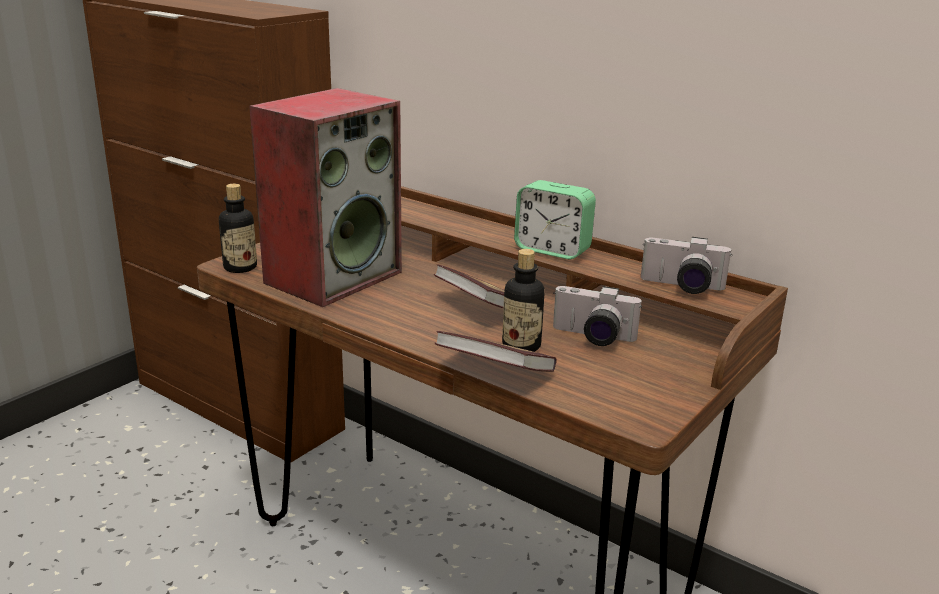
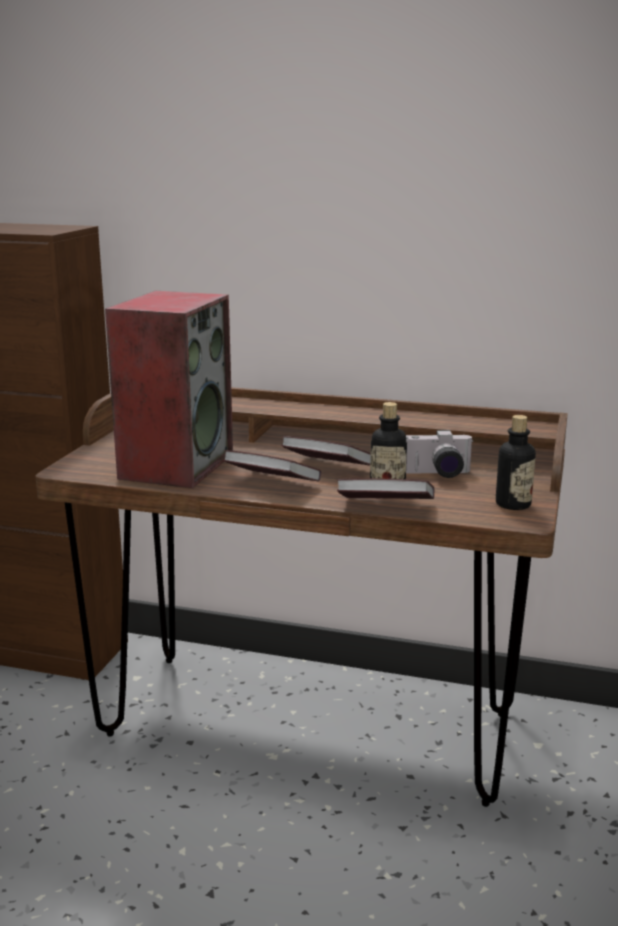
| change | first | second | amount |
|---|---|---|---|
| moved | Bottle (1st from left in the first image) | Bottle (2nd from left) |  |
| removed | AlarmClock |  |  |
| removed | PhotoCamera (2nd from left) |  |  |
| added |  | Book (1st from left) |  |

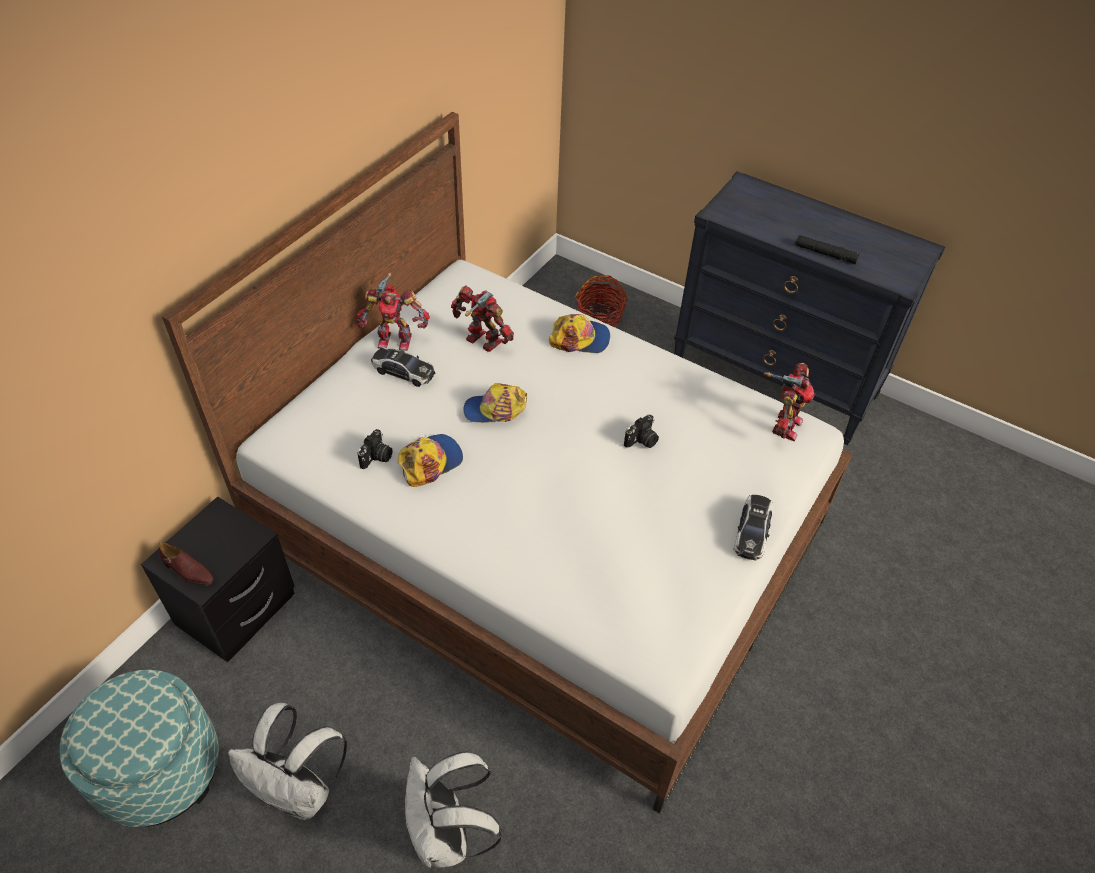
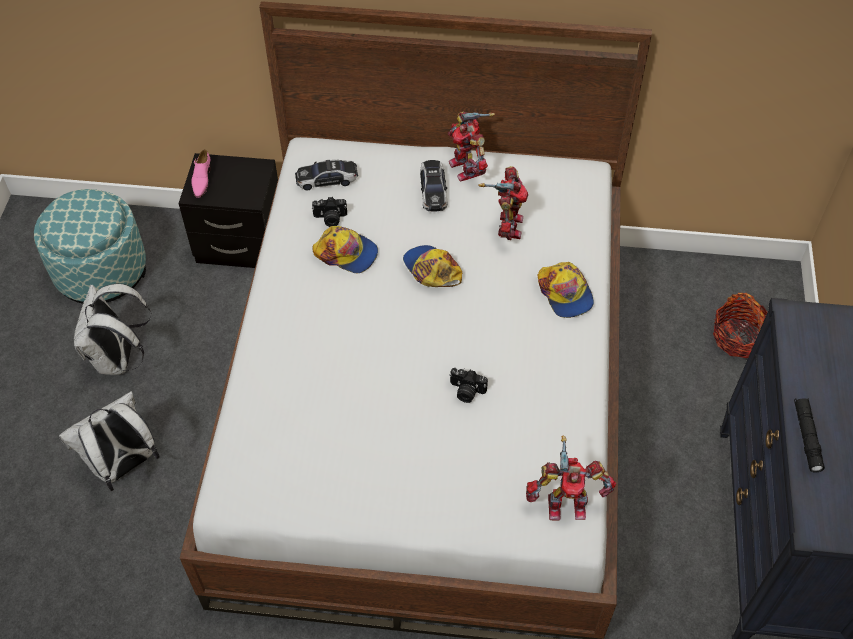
| change | first | second | amount |
|---|---|---|---|
| recoloured | BrownShoe | PinkShoe |  |
| moved | ToyCar (2nd from left in the first image) | ToyCar (1st from left) |  |

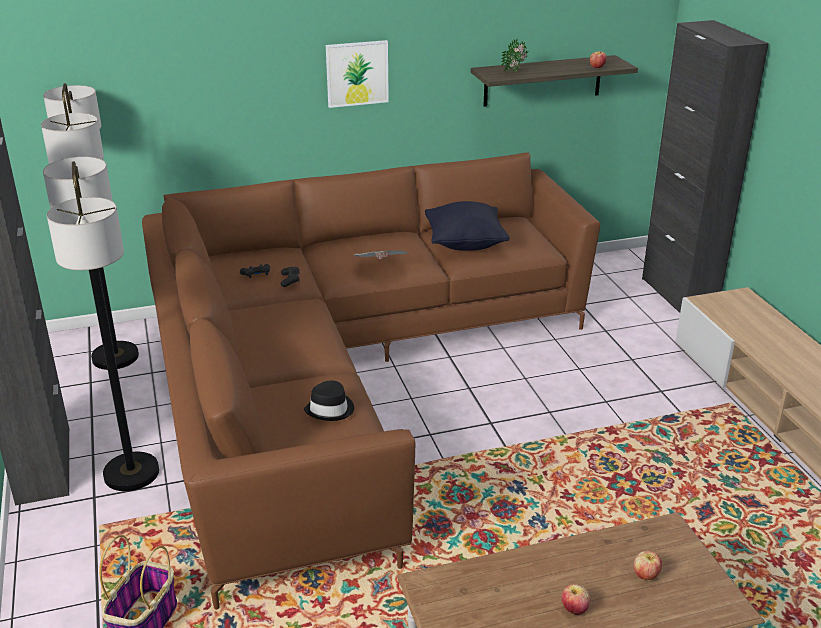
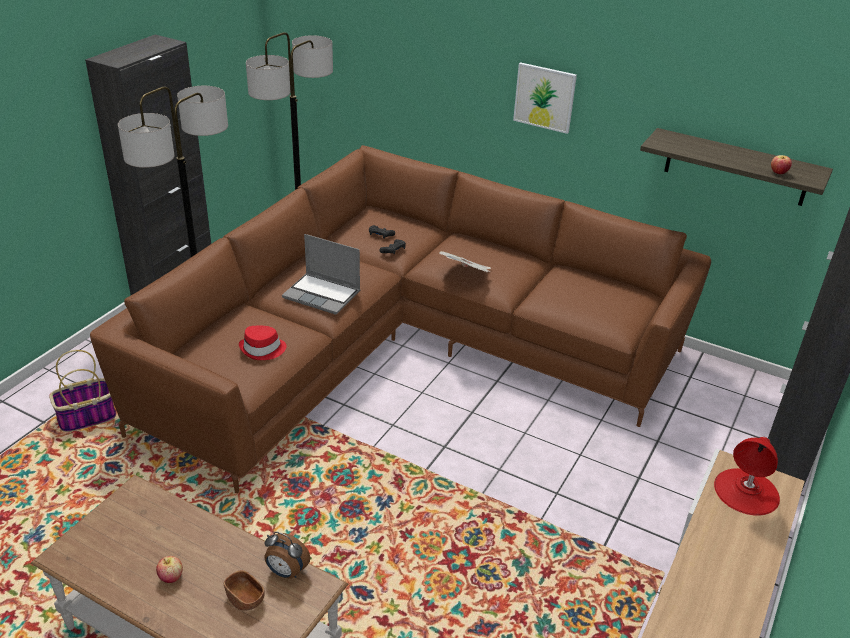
| change | first | second | amount |
|---|---|---|---|
| recoloured | BlackHat | RedHat |  |
| removed | BlackPillow |  |  |
| removed | PottedPlant |  |  |
| replaced | Apple (3rd from left) | BrownBowl |  |
| added |  | AlarmClock |  |
| added |  | Laptop |  |
| added |  | RedTableLamp |  |

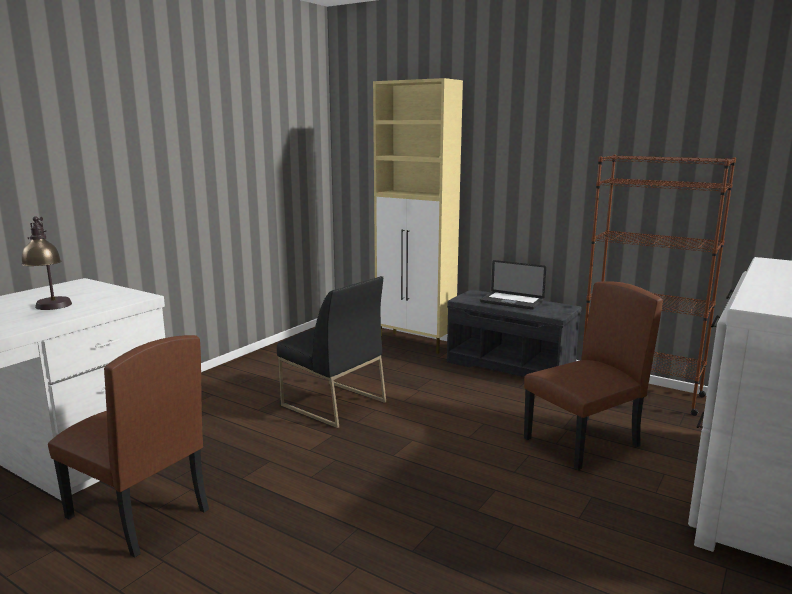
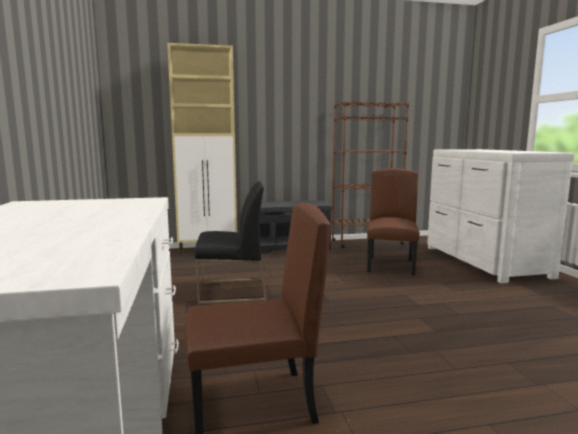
| change | first | second | amount |
|---|---|---|---|
| removed | TableLamp |  |  |
| removed | Laptop |  |  |

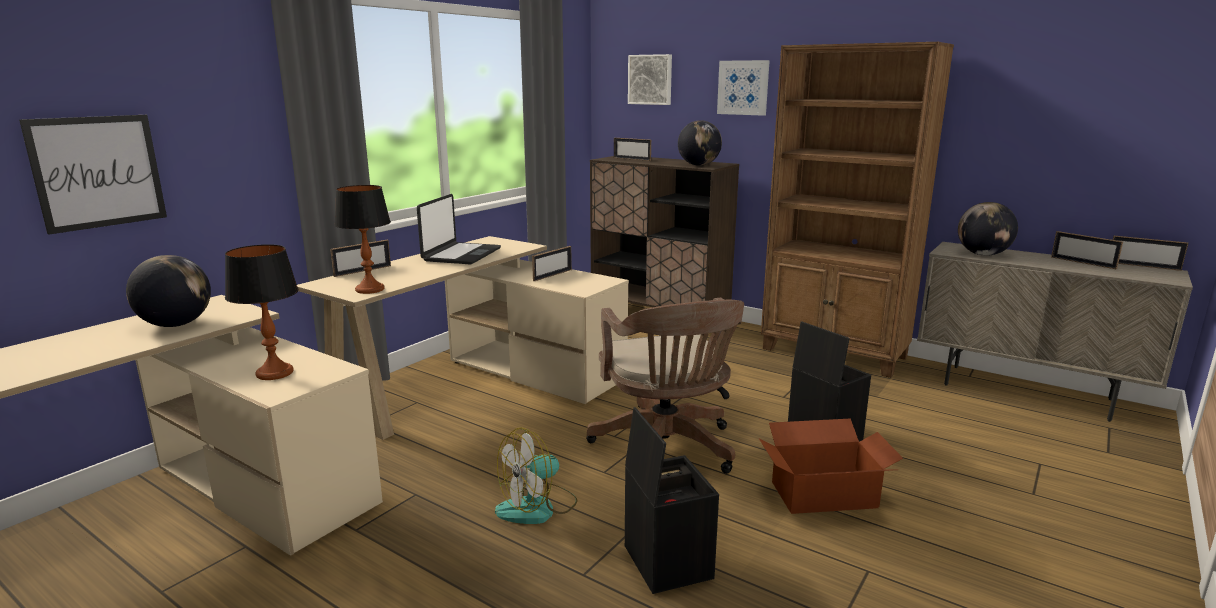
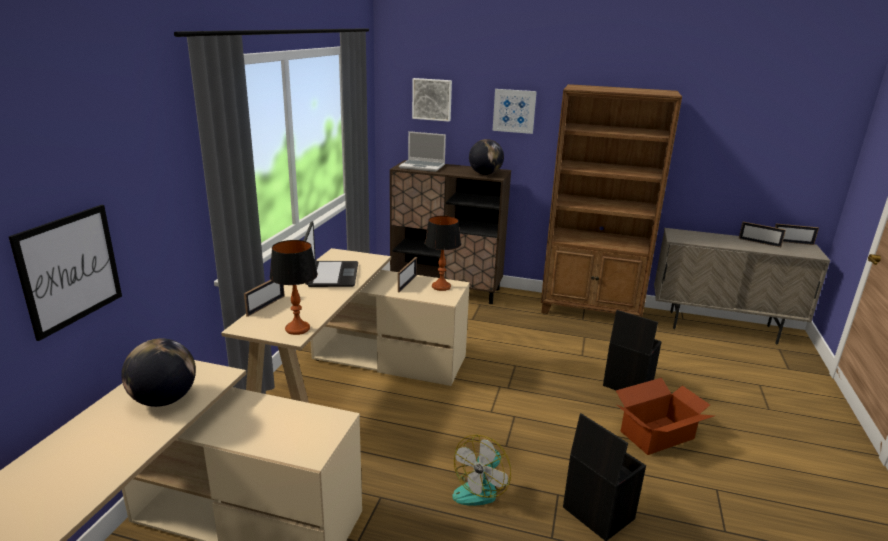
| change | first | second | amount |
|---|---|---|---|
| moved | TableLamp (1st from left in the first image) | TableLamp (2nd from left) |  |
| removed | BrownOfficeChair |  |  |
| replaced | PictureFrame (3rd from left) | Laptop (2nd from left) |  |
| removed | Globe (3rd from left) |  |  |

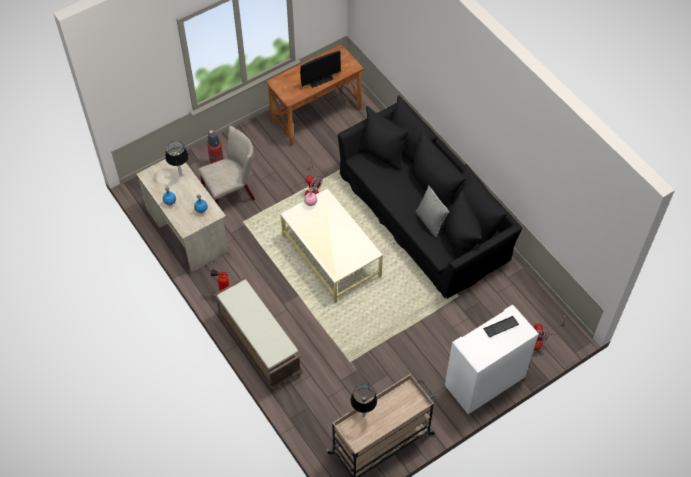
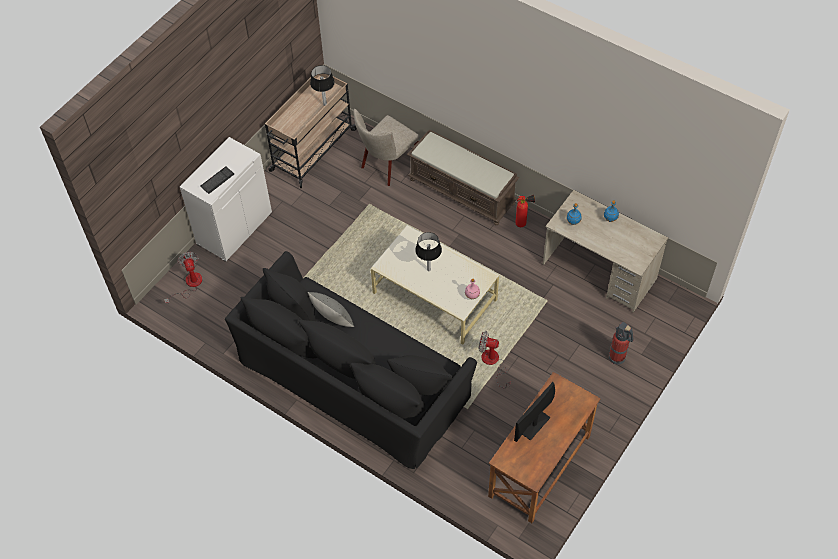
| change | first | second | amount |
|---|---|---|---|
| moved | TableLamp (1st from left in the first image) | TableLamp (2nd from left) |  |
| moved | BeigeChair |  |  |

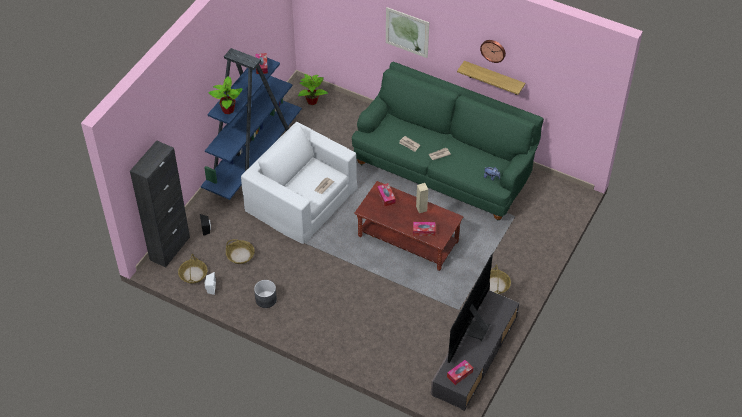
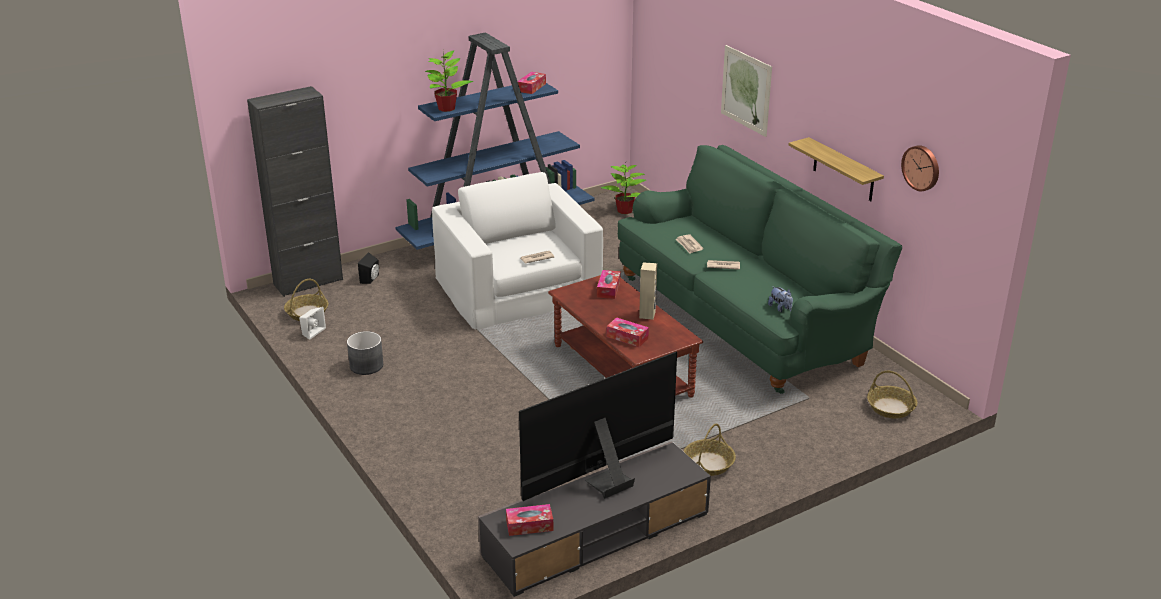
| change | first | second | amount |
|---|---|---|---|
| moved | Basket (2nd from left in the first image) | Basket (3rd from left) |  |
| moved | WallClock |  |  |

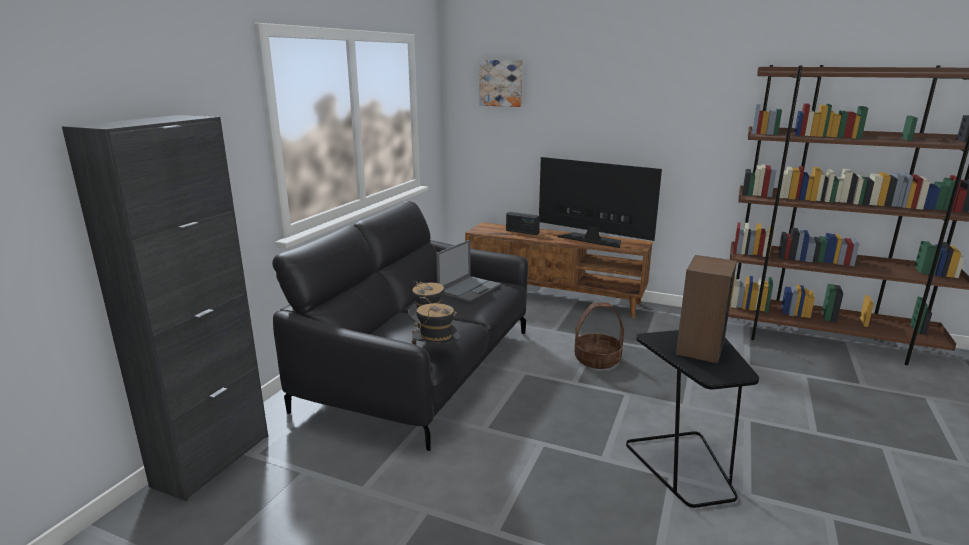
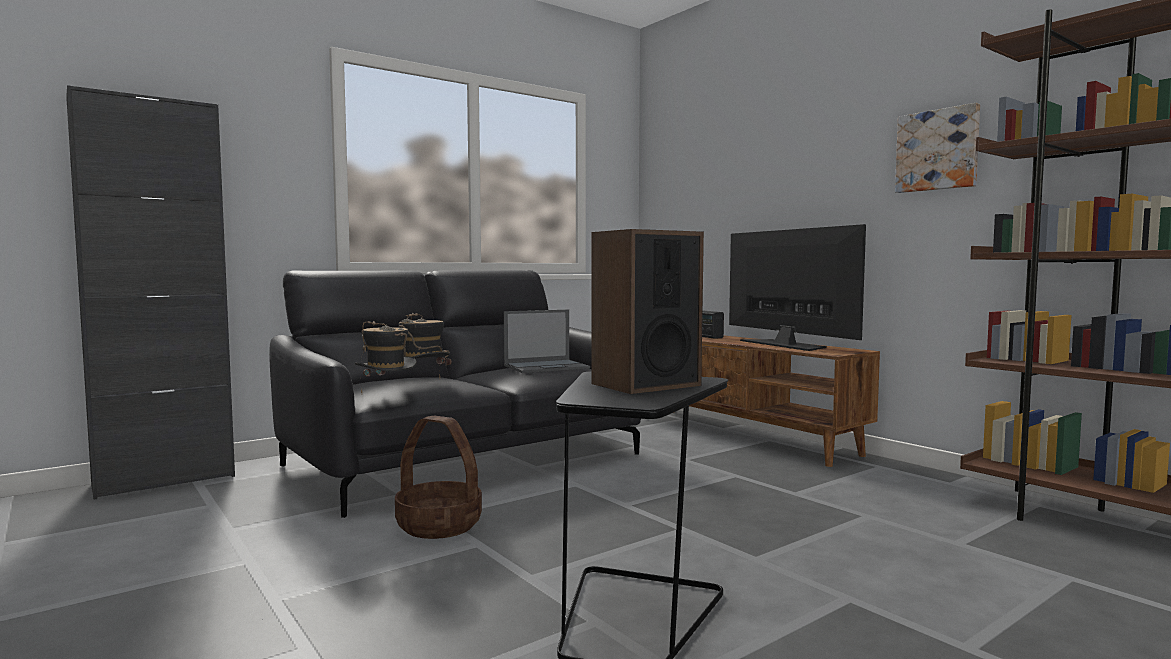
| change | first | second | amount |
|---|---|---|---|
| moved | Picture |  |  |
| moved | Basket |  |  |

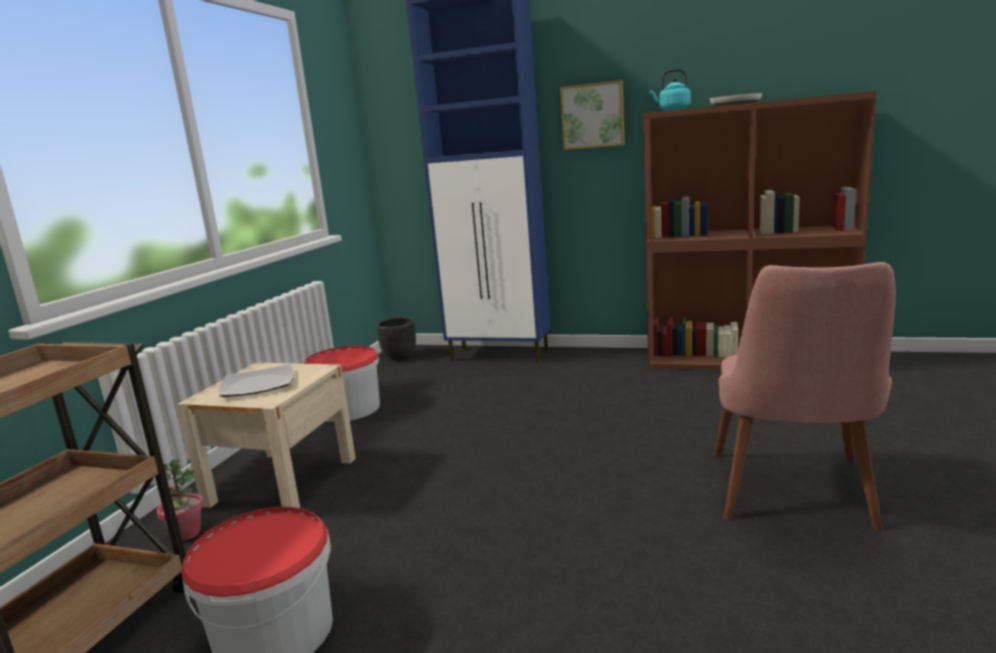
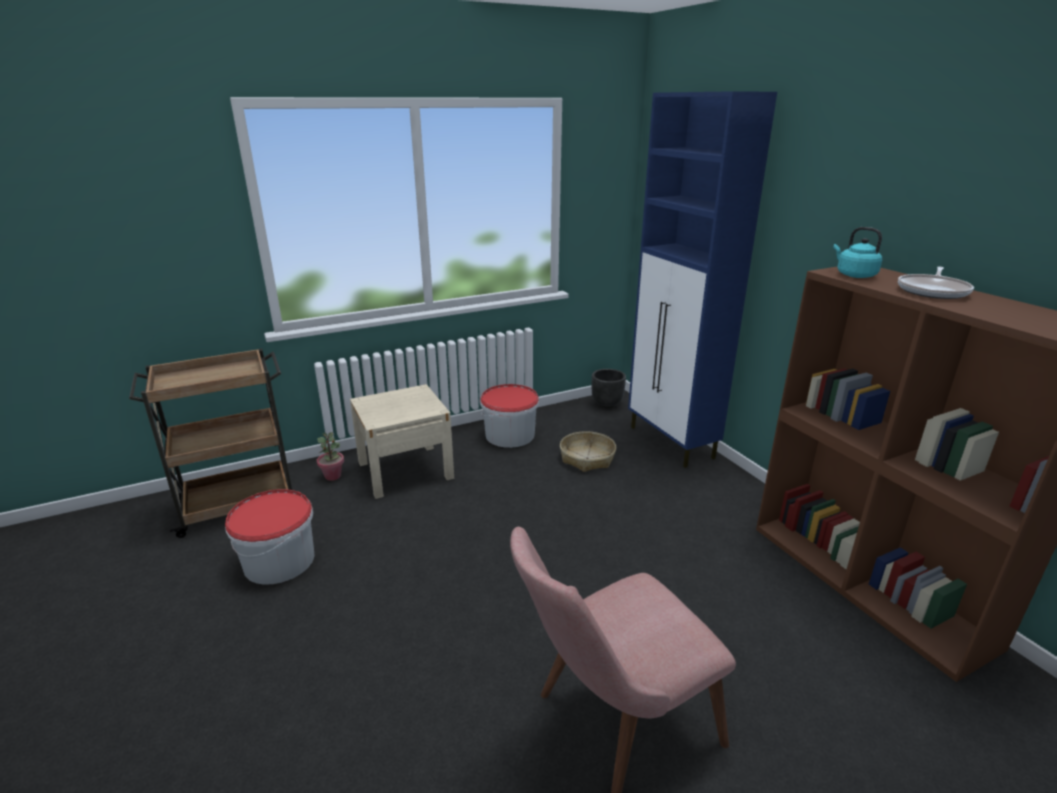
| change | first | second | amount |
|---|---|---|---|
| removed | Plate |  |  |
| removed | Picture |  |  |
| added |  | Basket |  |

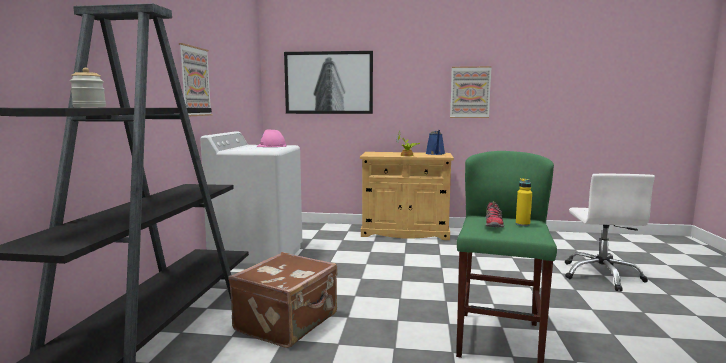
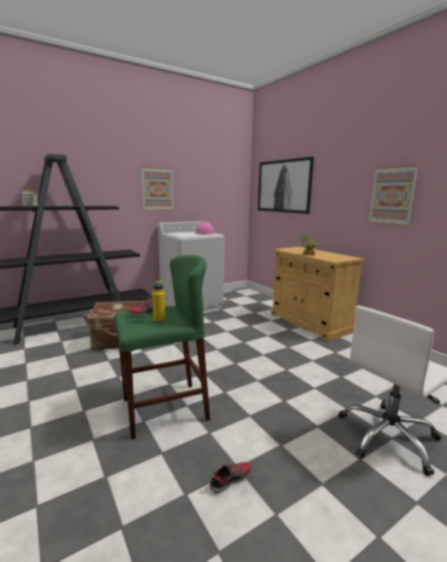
| change | first | second | amount |
|---|---|---|---|
| removed | BlueWateringCan |  |  |
| added |  | Shoe (2nd from left) |  |

